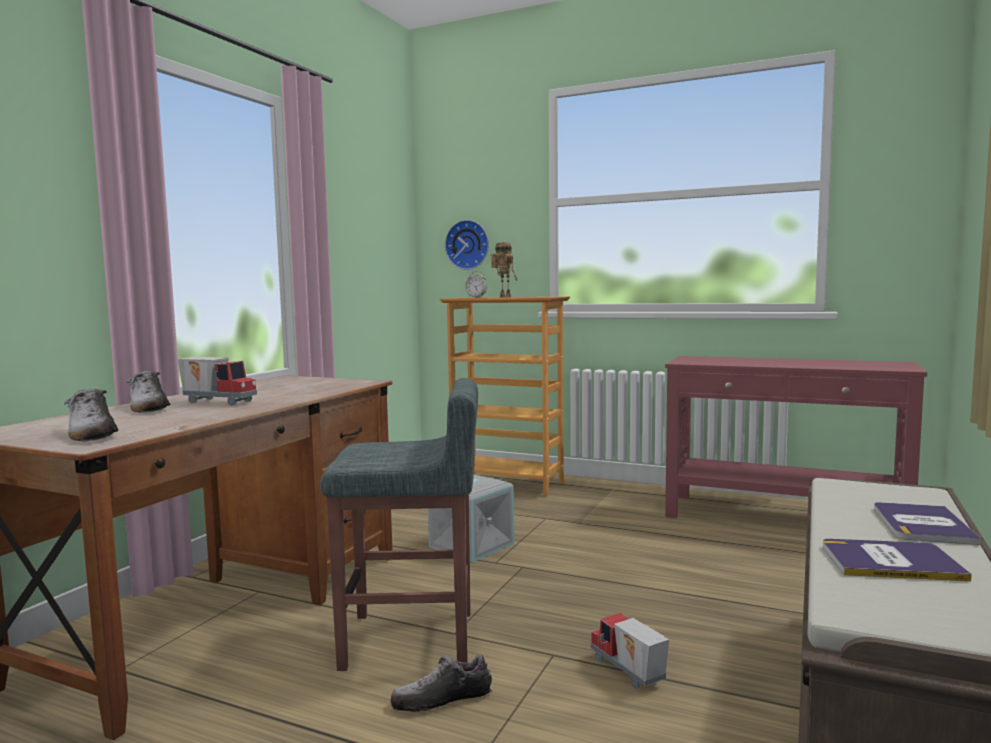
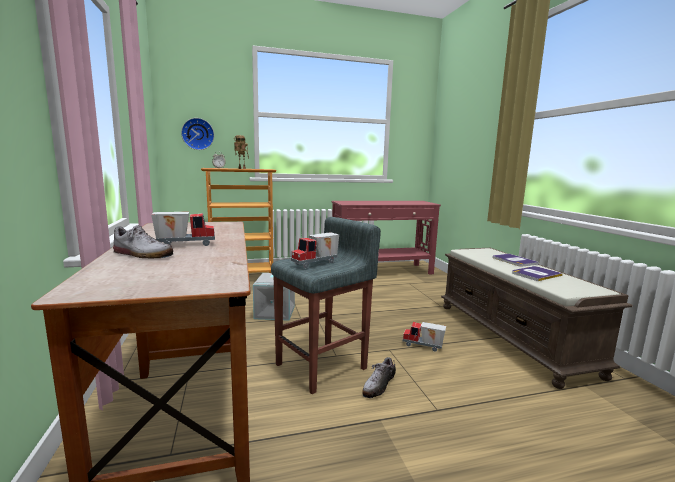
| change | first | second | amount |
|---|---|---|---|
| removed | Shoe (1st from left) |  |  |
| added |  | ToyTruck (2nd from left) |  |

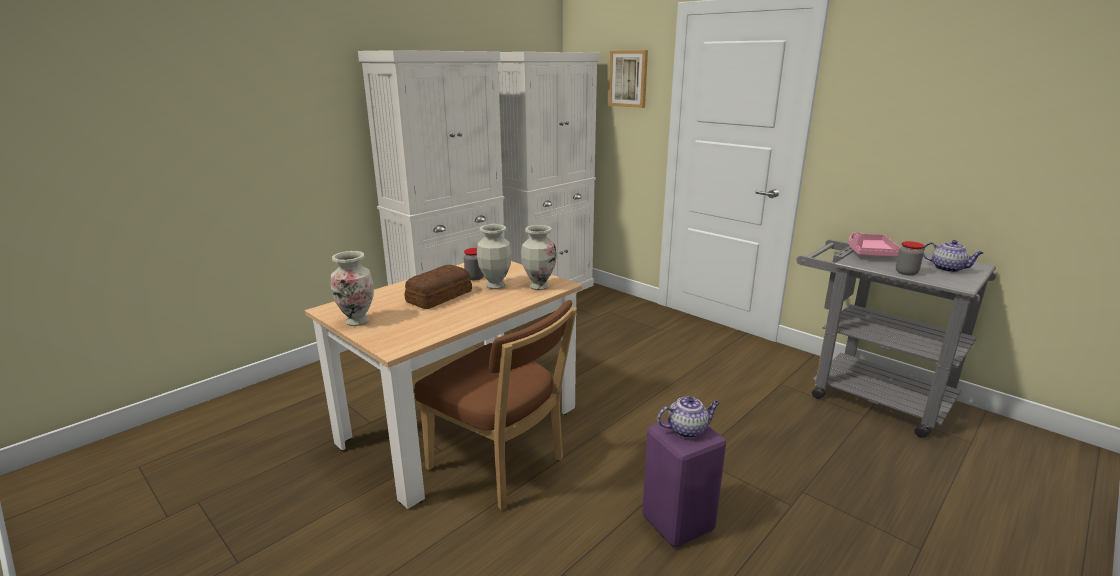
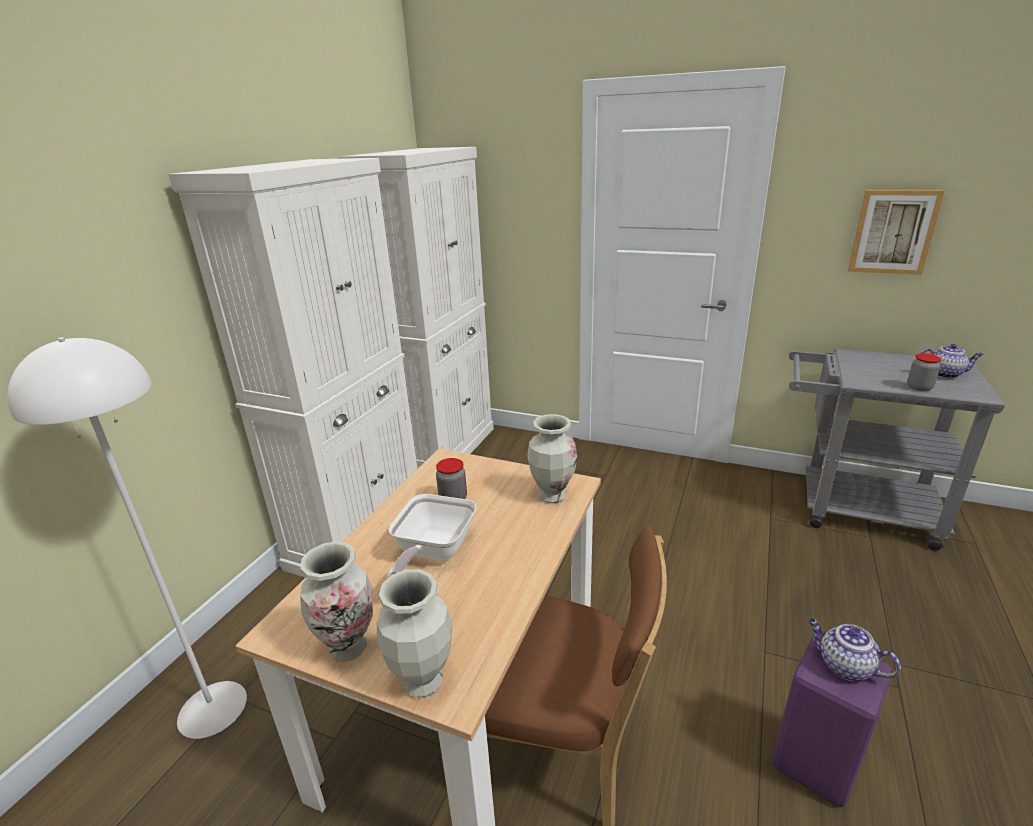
| change | first | second | amount |
|---|---|---|---|
| replaced | Bread | FryingPan |  |
| moved | Vase (2nd from left) |  |  |
| moved | Picture |  |  |
| turned | Teapot (1st from left) |  | 105 degrees counterclockwise |
| removed | PinkTray |  |  |
| added |  | WhiteFloorLamp |  |

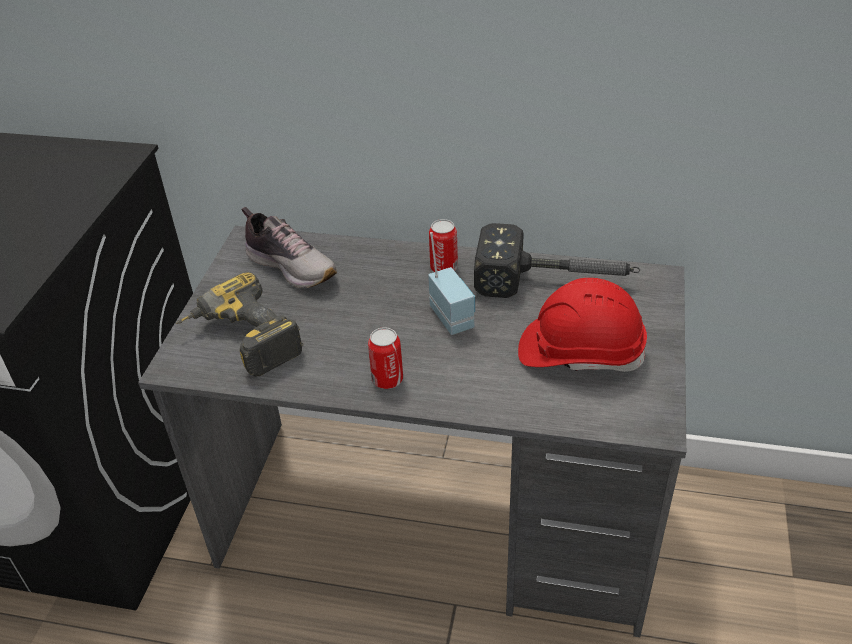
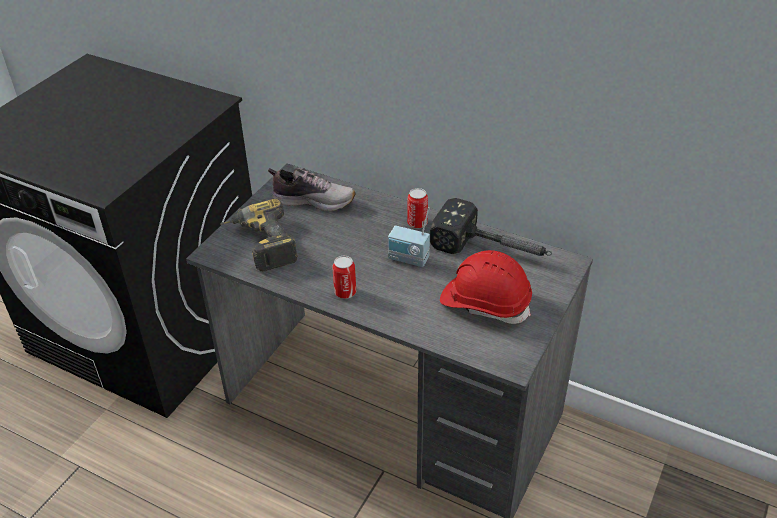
| change | first | second | amount |
|---|---|---|---|
| turned | Shoe |  | 45 degrees counterclockwise |
| turned | Radio |  | 120 degrees clockwise |

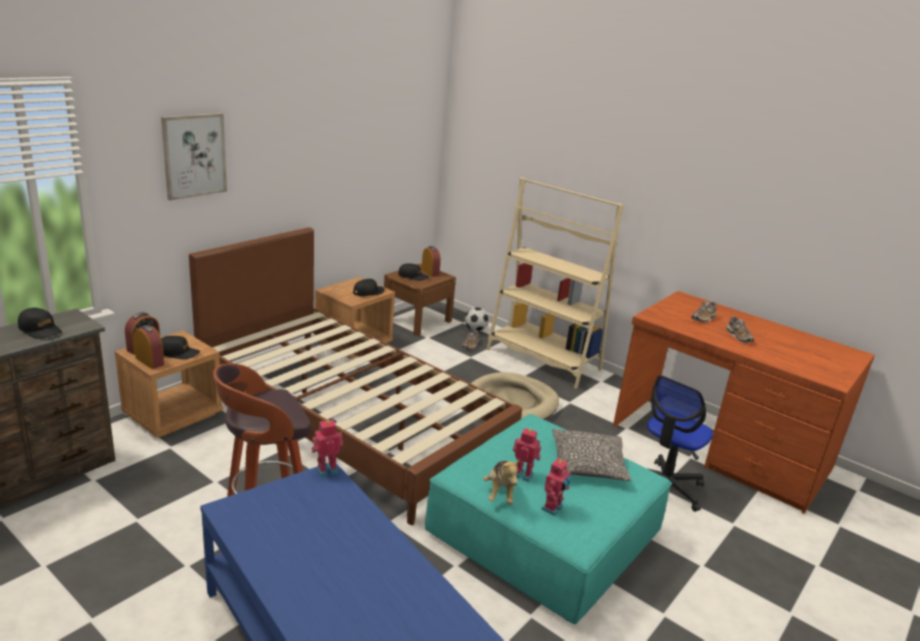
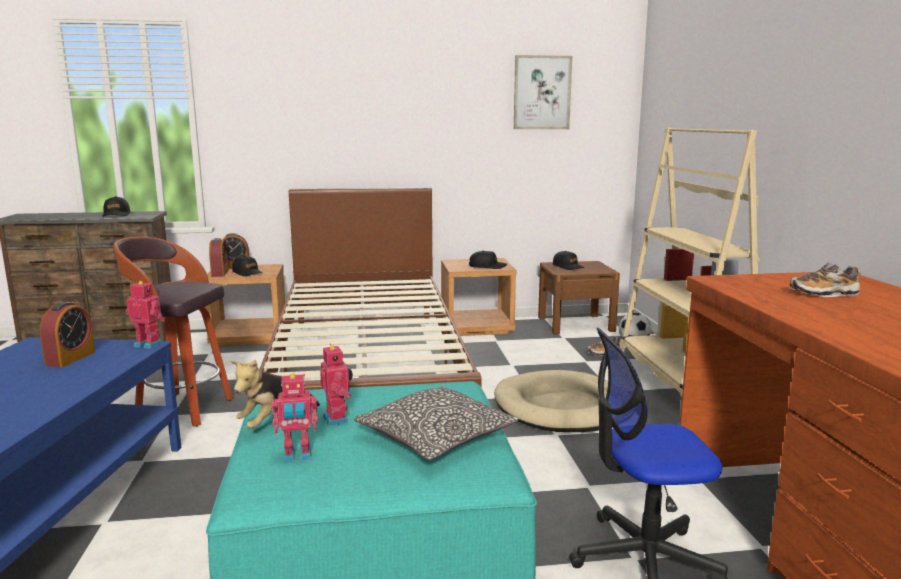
| change | first | second | amount |
|---|---|---|---|
| moved | Picture |  |  |
| moved | AlarmClock (3rd from left in the first image) | AlarmClock (1st from left) |  |
| removed | Shoe (3rd from left) |  |  |

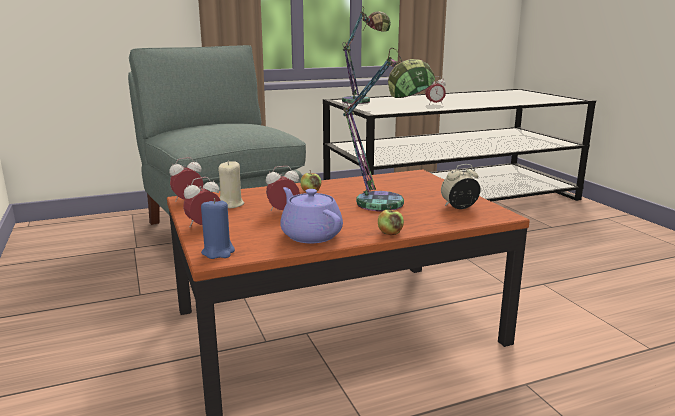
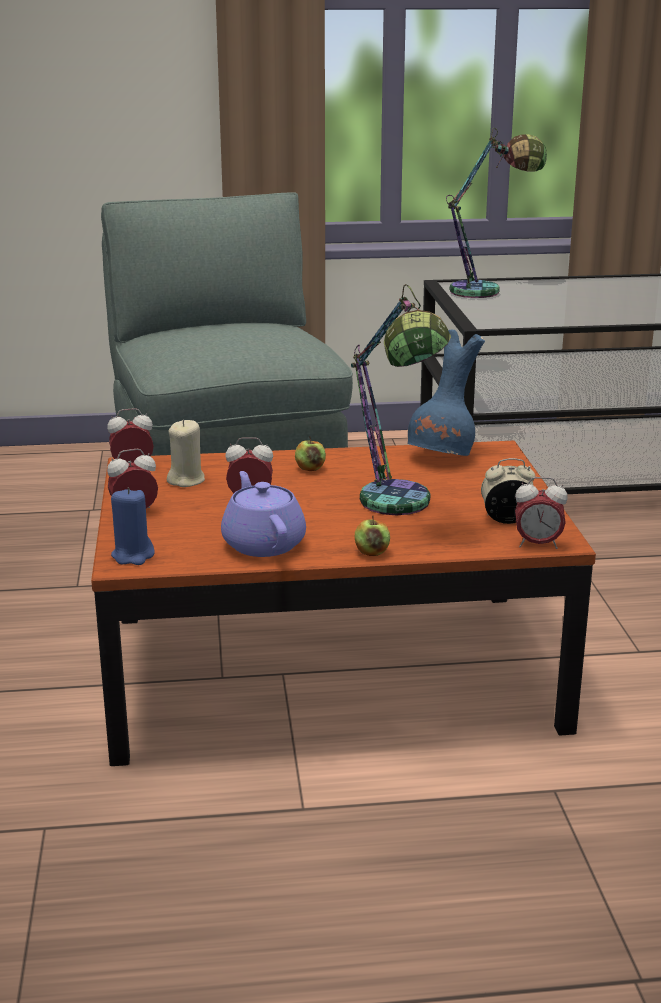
| change | first | second | amount |
|---|---|---|---|
| moved | AlarmClock (4th from left in the first image) | AlarmClock (5th from left) |  |
| added |  | BlueVase |  |

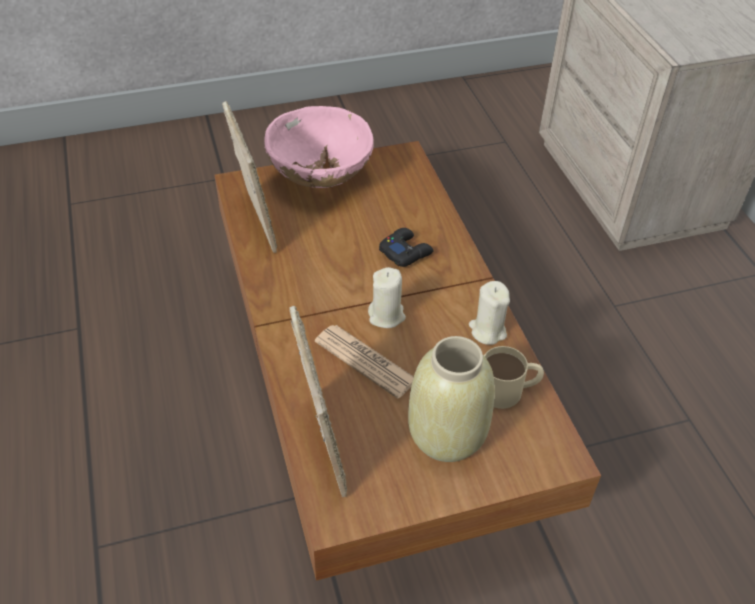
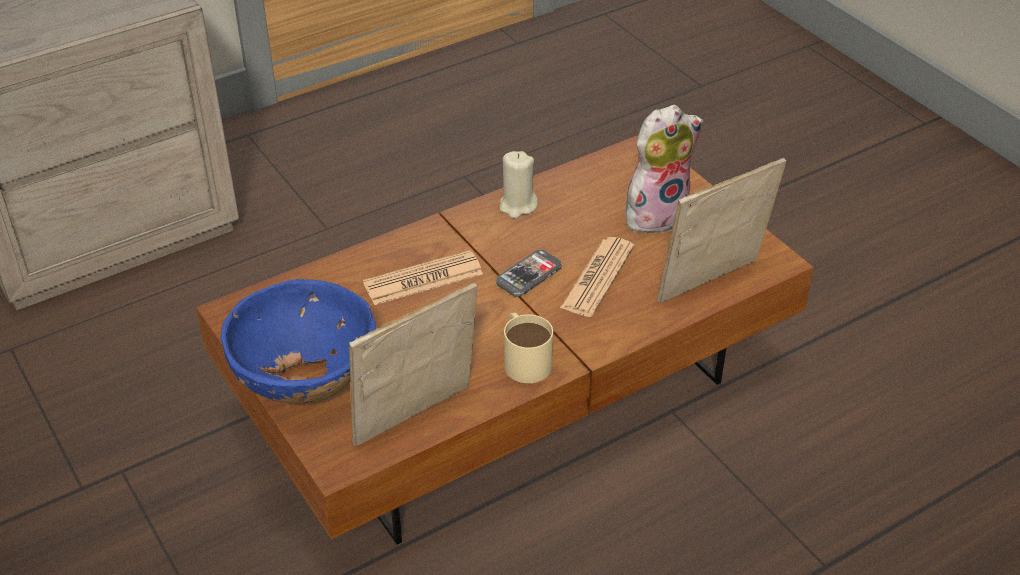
| change | first | second | amount |
|---|---|---|---|
| recoloured | PinkBowl | BlueBowl |  |
| replaced | BeigeCandle (1st from left) | Phone |  |
| replaced | BlackGameController | Newspaper (1st from left) |  |
| replaced | BeigeVase | PlushToy |  |
| moved | BeigeMug |  |  |

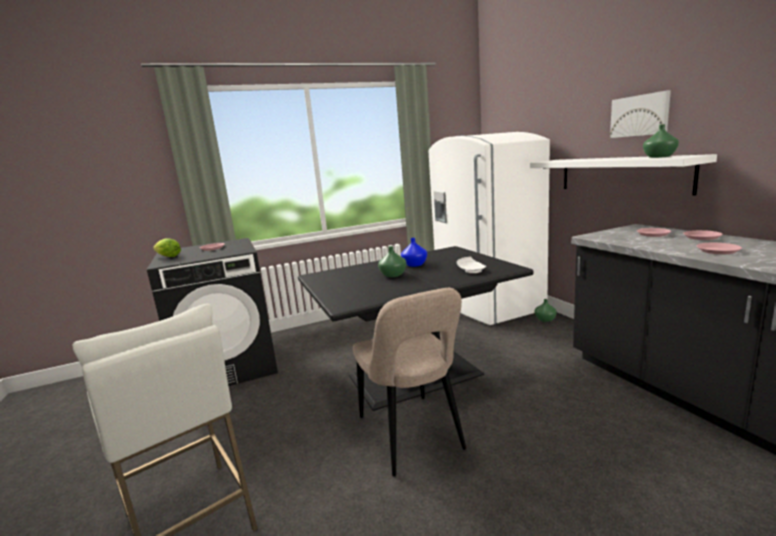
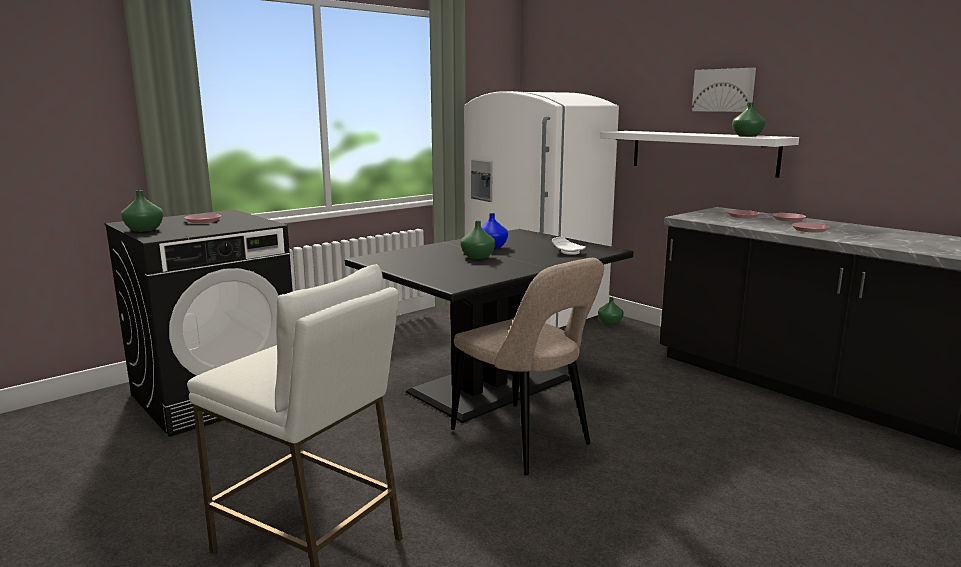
| change | first | second | amount |
|---|---|---|---|
| replaced | Lettuce | GreenVase (1st from left) |  |

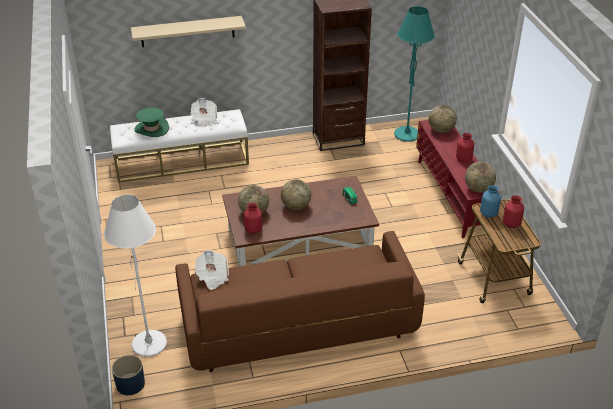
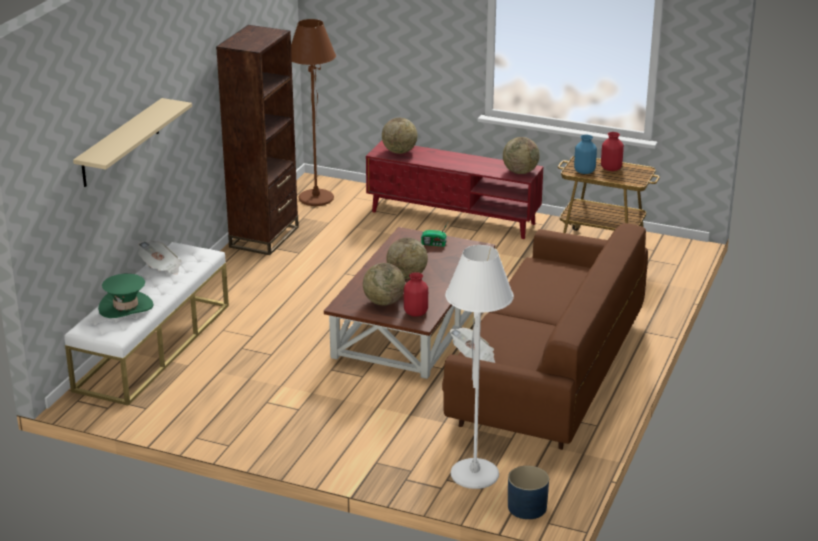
| change | first | second | amount |
|---|---|---|---|
| recoloured | TurquoiseFloorLamp | BrownFloorLamp |  |
| removed | RedVase (2nd from left) |  |  |

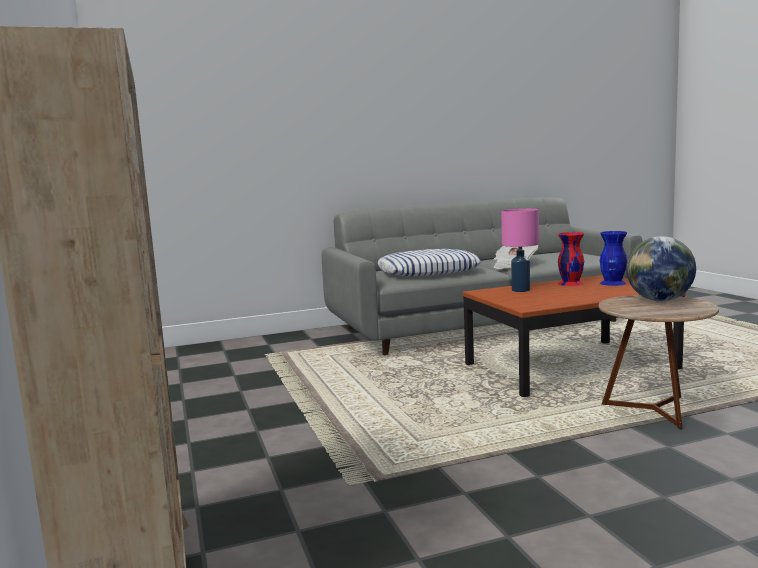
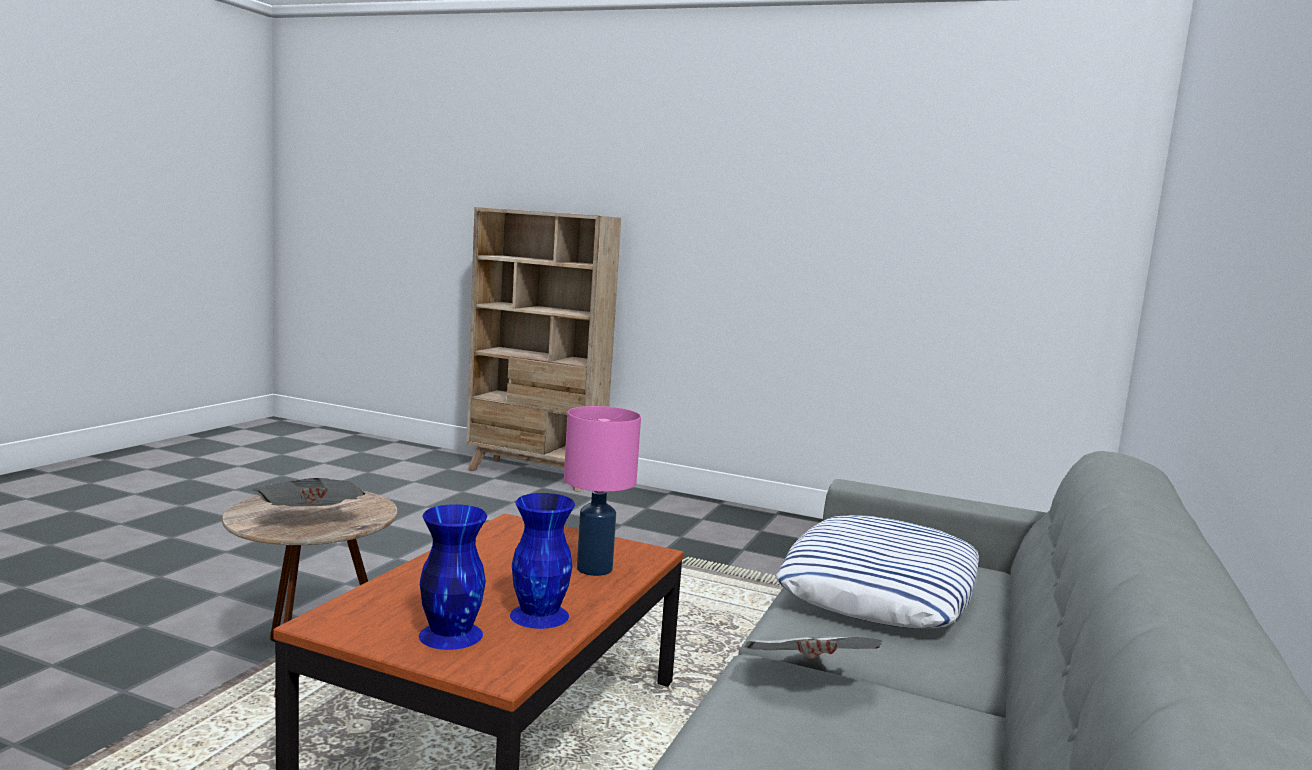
| change | first | second | amount |
|---|---|---|---|
| recoloured | RedVase | BlueVase (2nd from left) |  |
| replaced | Globe | Newspaper (1st from left) |  |

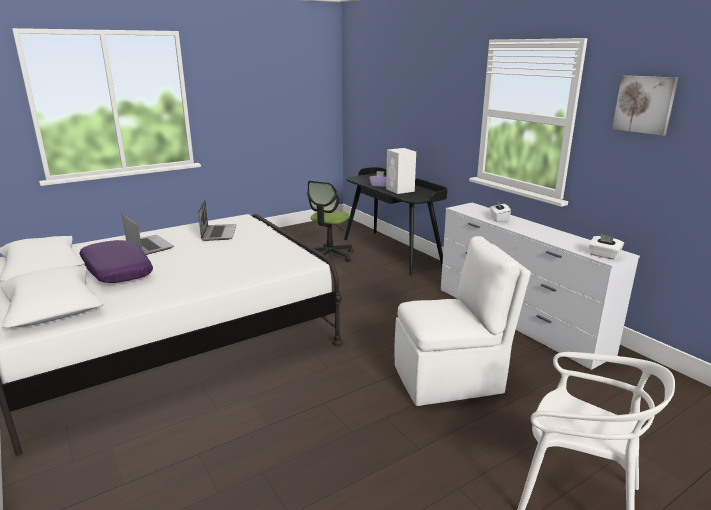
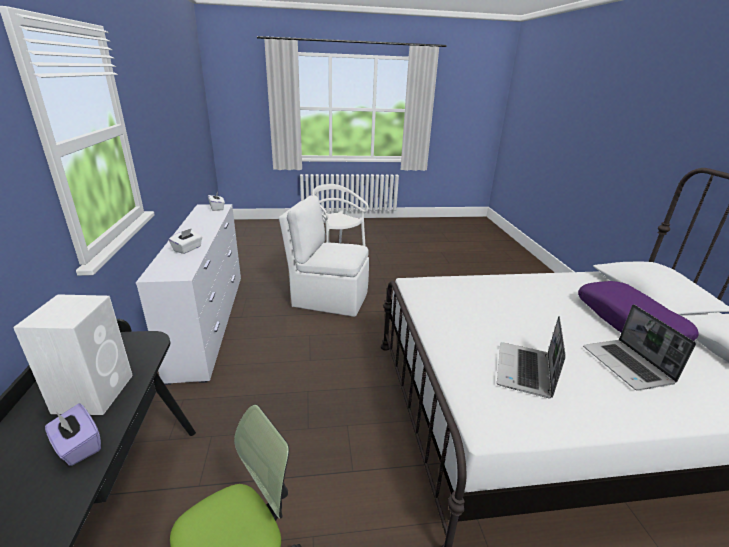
| change | first | second | amount |
|---|---|---|---|
| removed | Picture |  |  |

